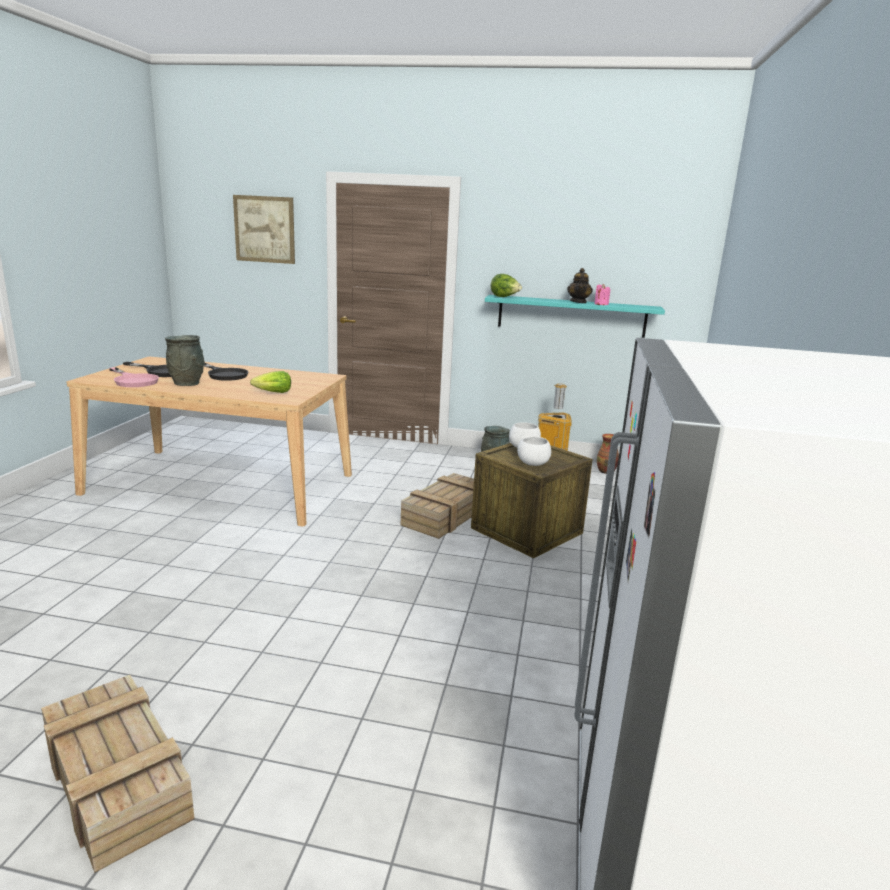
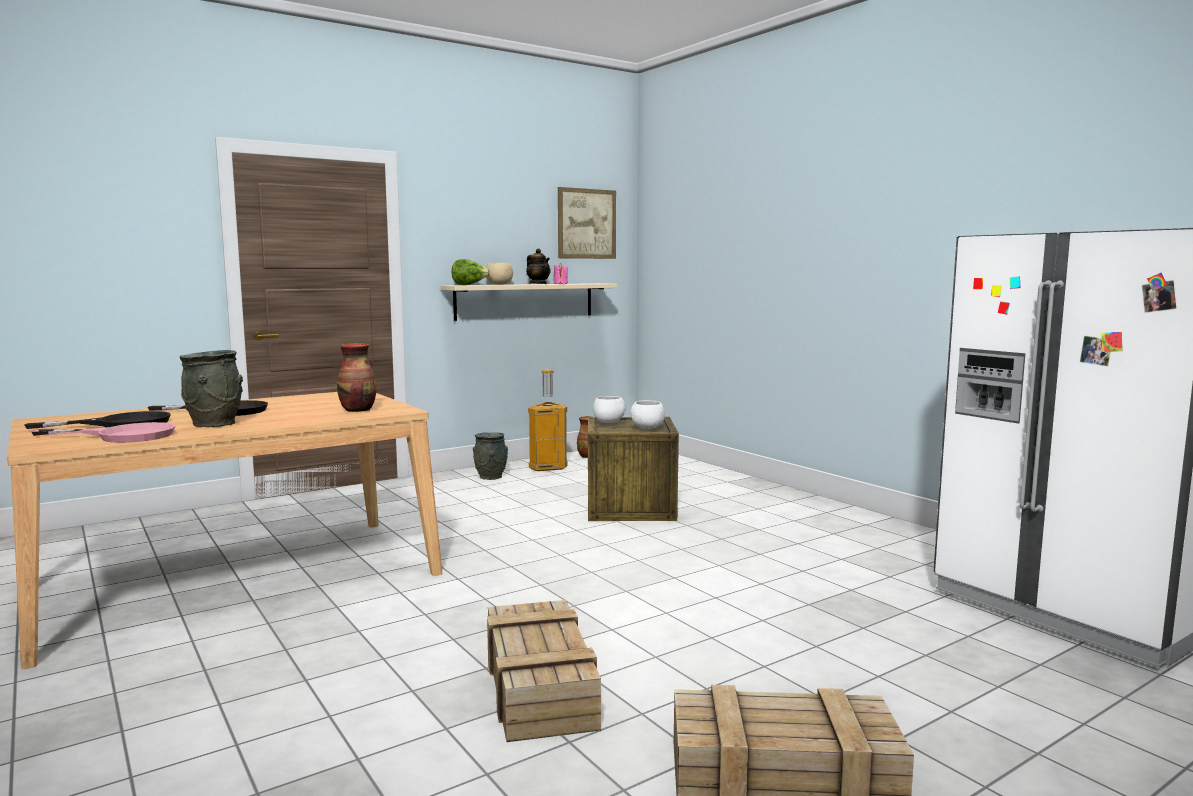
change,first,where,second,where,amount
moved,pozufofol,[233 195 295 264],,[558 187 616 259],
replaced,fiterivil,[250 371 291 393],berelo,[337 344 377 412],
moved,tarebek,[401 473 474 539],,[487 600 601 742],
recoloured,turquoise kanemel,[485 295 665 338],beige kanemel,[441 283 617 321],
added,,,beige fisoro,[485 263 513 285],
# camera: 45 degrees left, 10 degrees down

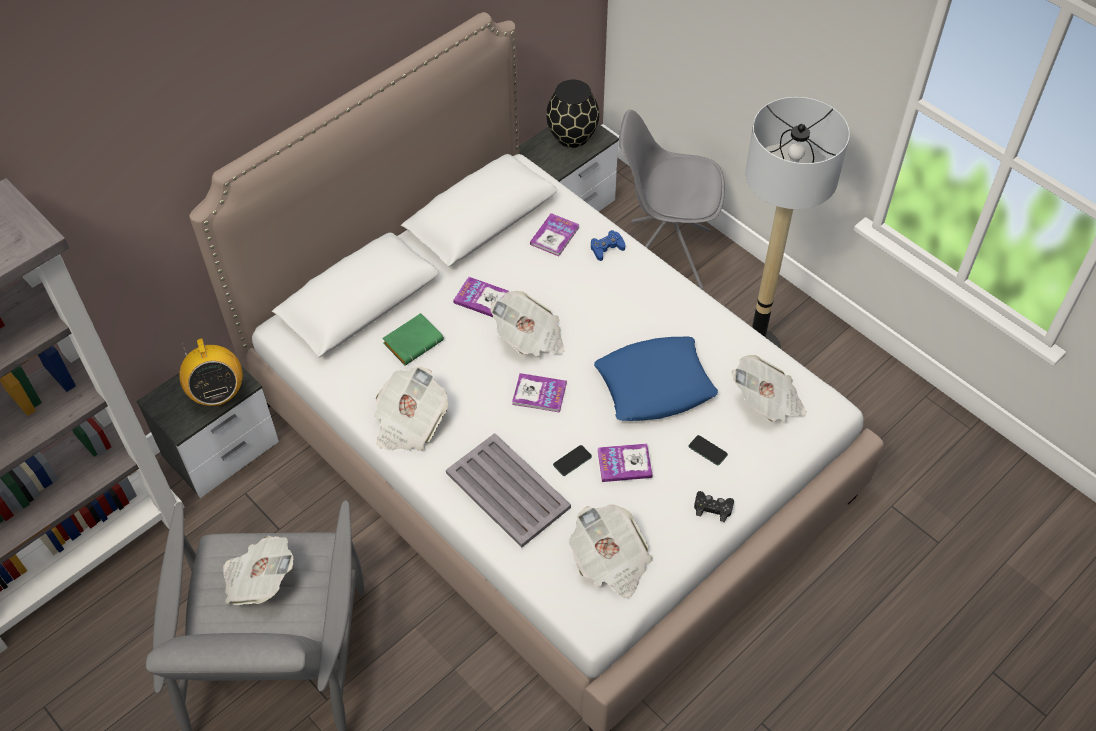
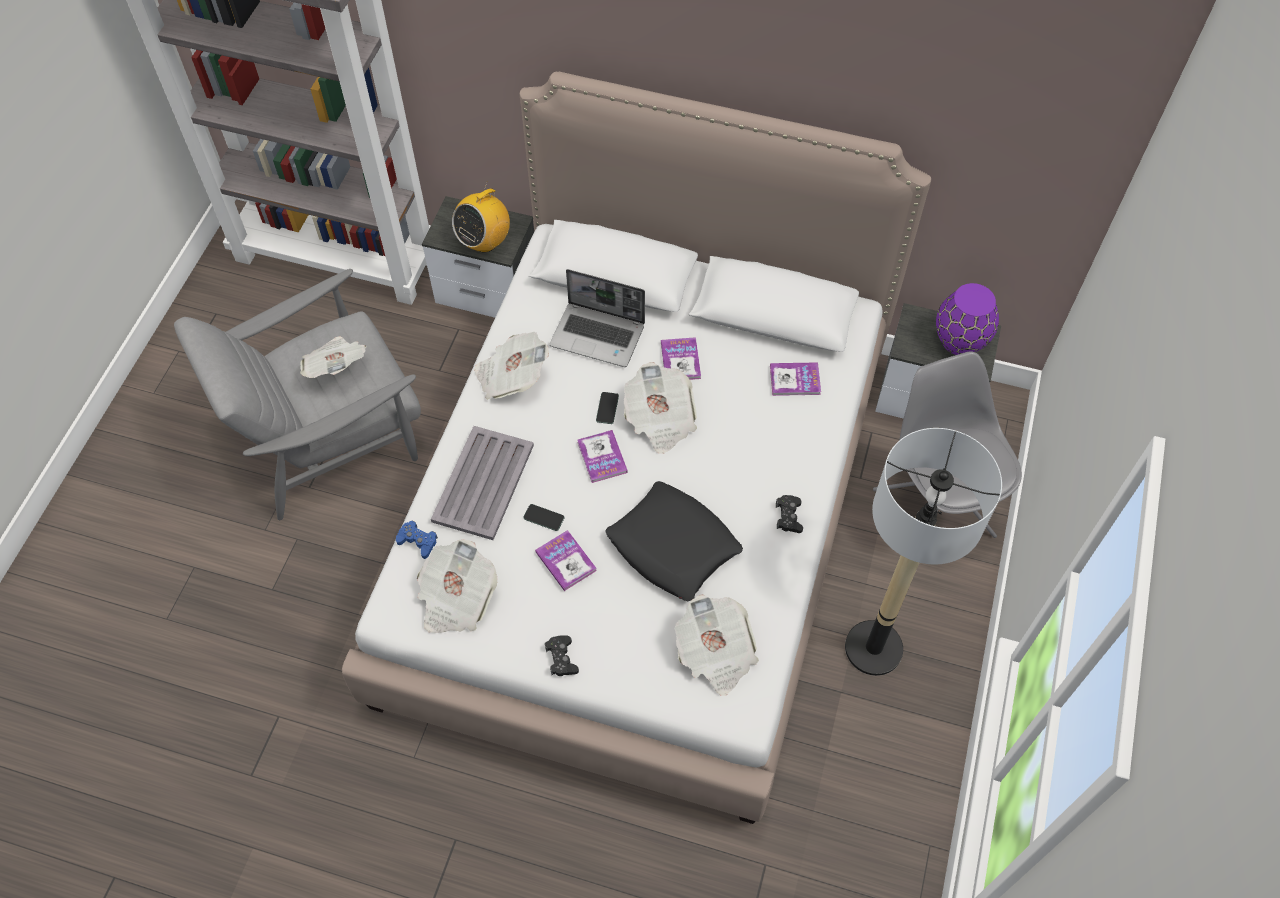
change,first,where,second,where,amount
replaced,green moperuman,[382 313 444 366],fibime,[550 269 645 367],
recoloured,black berelo,[546 80 599 148],purple berelo,[936 283 999 355],
moved,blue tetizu,[591 230 625 261],,[396 520 438 559],
recoloured,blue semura,[594 336 718 421],black semura,[605 481 743 601],
moved,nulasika,[689 435 728 466],,[596 392 619 424],
added,,,black tetizu,[776 495 803 533],
# camera: 60 degrees right, 5 degrees up

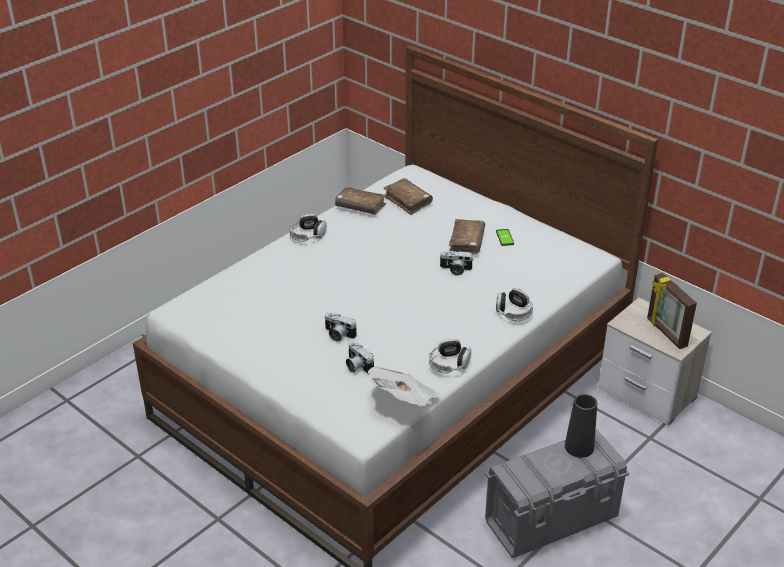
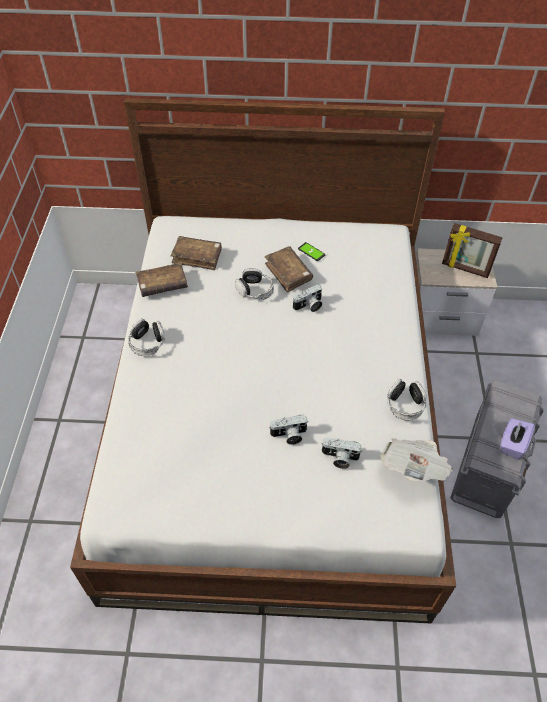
change,first,where,second,where,amount
moved,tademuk,[496 288 533 321],,[235 269 274 300],
removed,black berelo,[565 394 597 458],,,
added,,,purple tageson,[500 418 535 459],
# camera: 40 degrees left, 15 degrees up

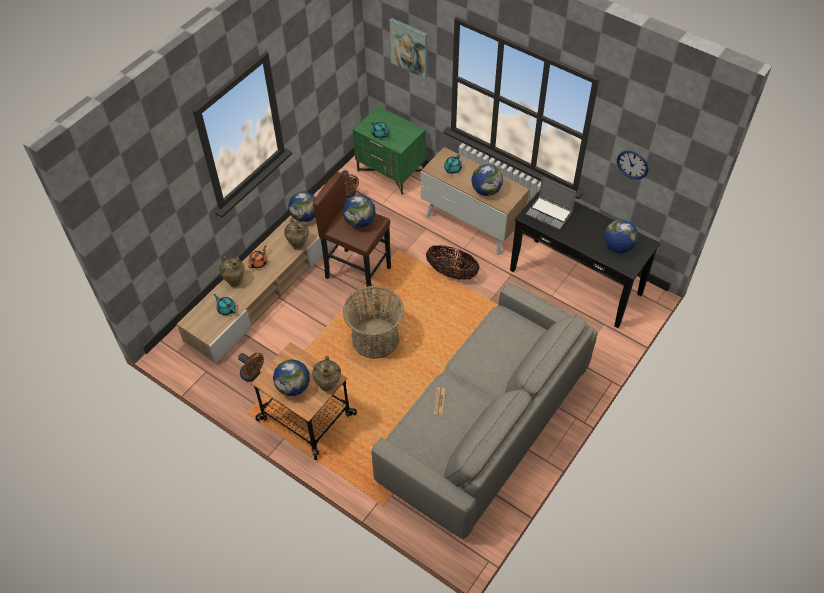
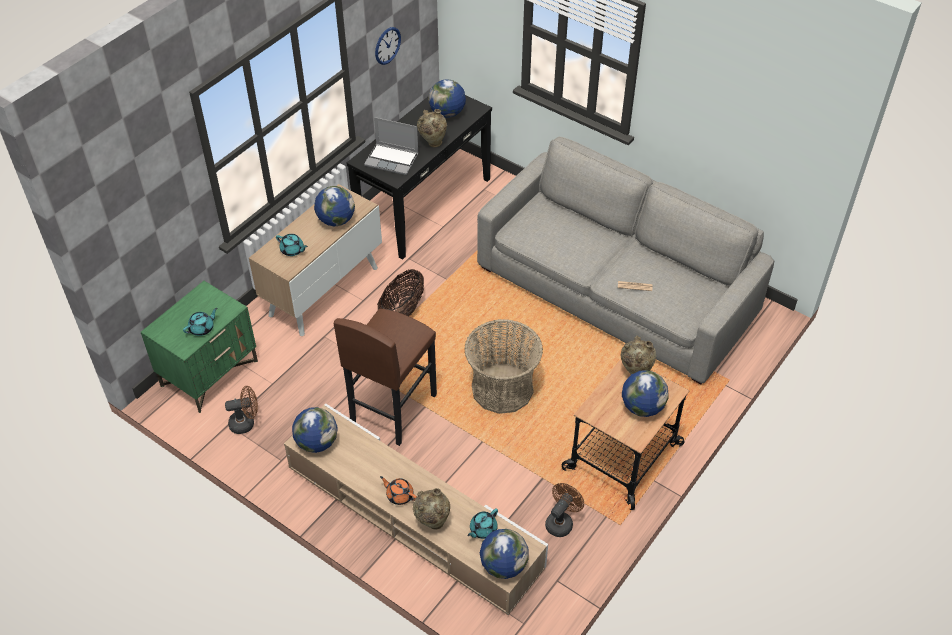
change,first,where,second,where,amount
moved,beige berelo,[284 218 309 250],,[417 109 447 147],
moved,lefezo,[343 195 376 228],,[480 529 529 579],
removed,pozufofol,[390 18 427 79],,,
turned,fibime,[526 177 576 230],,[364 117 419 175],75 degrees clockwise
# camera: 90 degrees left, 5 degrees down

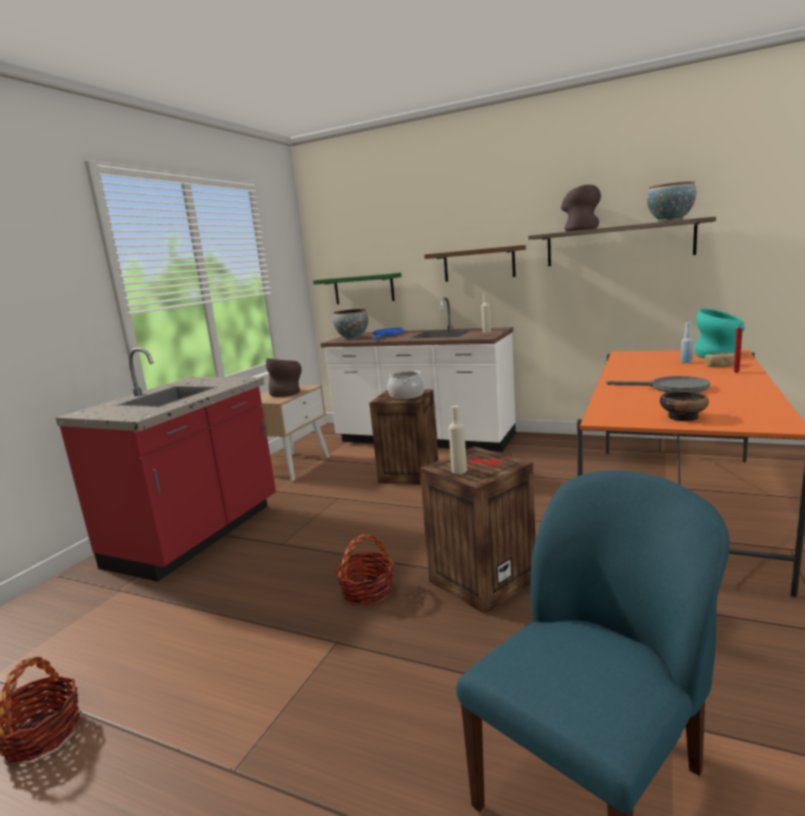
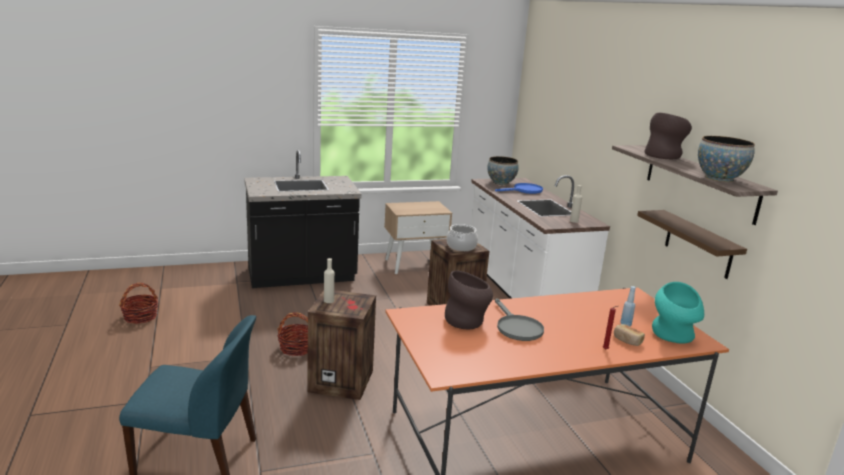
change,first,where,second,where,amount
recoloured,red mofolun,[56 348 276 582],black mofolun,[244 150 362 288],
moved,brown berelo,[266 358 302 397],,[445 271 493 329],
removed,green kanemel,[313 273 402 304],,,
moved,brown kanemel,[424 245 526 282],,[637 210 747 279],
removed,fisoro,[660 391 709 421],,,
# camera: 45 degrees right, 5 degrees up

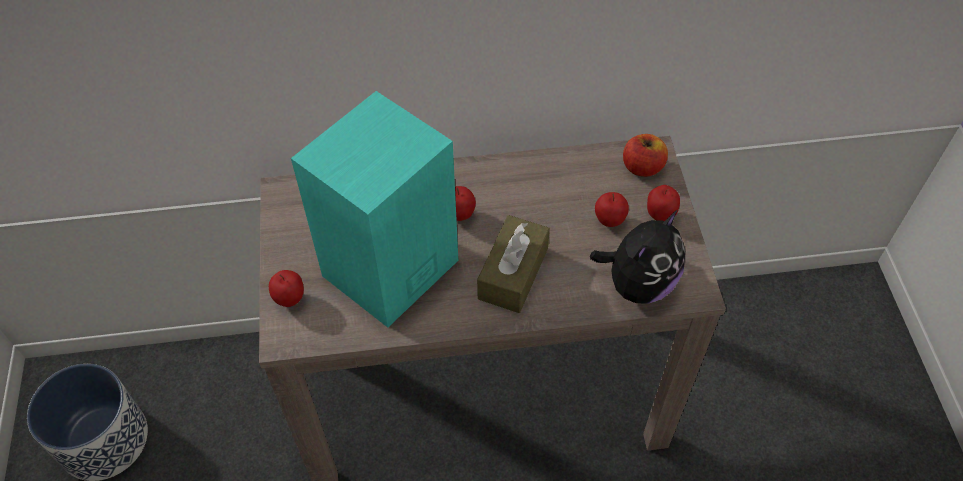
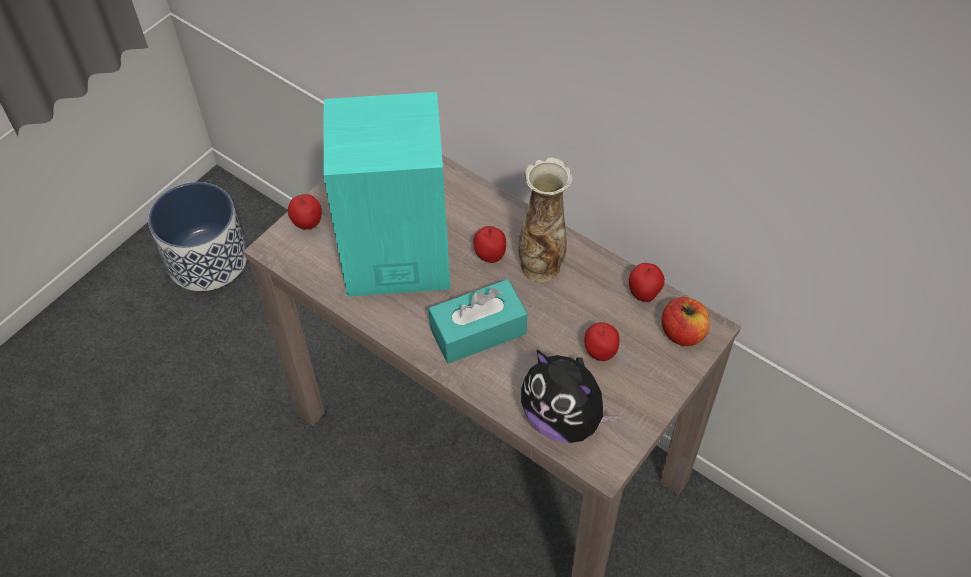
change,first,where,second,where,amount
recoloured,brown tageson,[477 215 550 313],turquoise tageson,[428 279 527 364],
turned,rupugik,[590 210 685 304],,[521 350 619 443],45 degrees clockwise
moved,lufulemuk,[647 185 680 221],,[629 263 665 302],
added,,,berelo,[518 157 573 282],
# camera: 45 degrees right, 0 degrees up

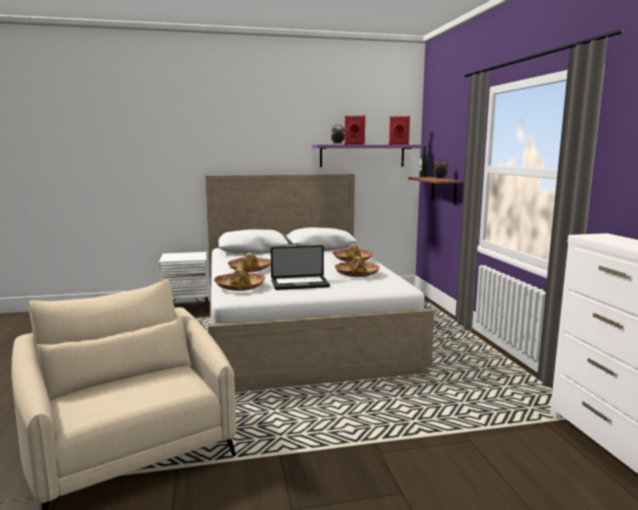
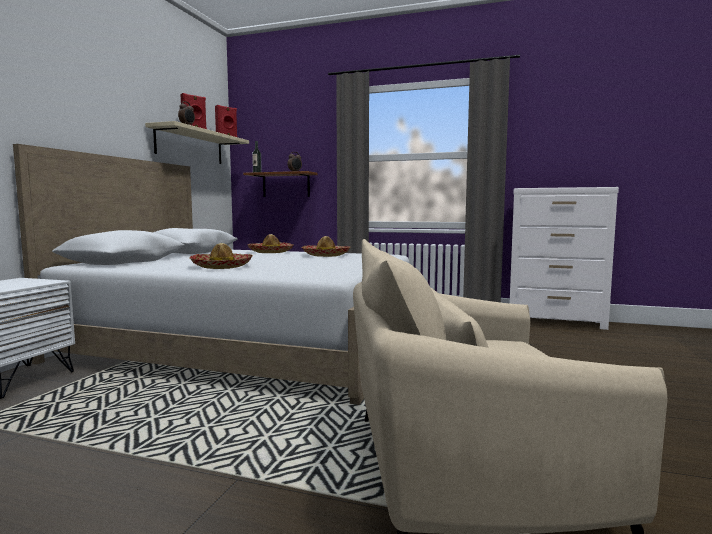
change,first,where,second,where,amount
removed,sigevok,[214 268 265 291],,,
removed,fibime,[271 245 330 290],,,
recoloured,purple kanemel,[312 145 422 167],beige kanemel,[145 121 249 164],
# camera: 60 degrees left, 5 degrees down

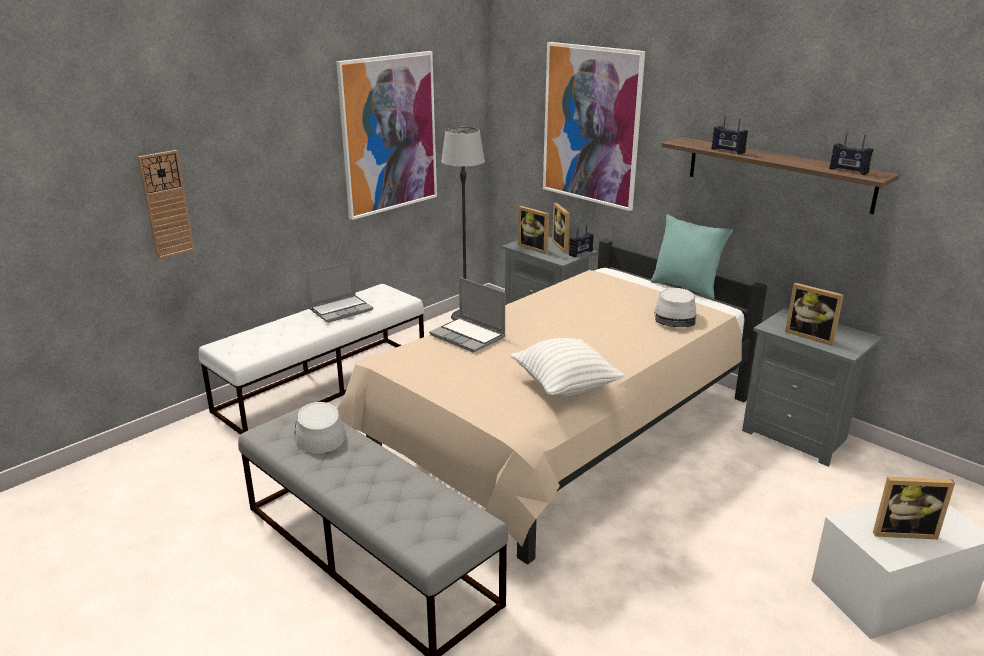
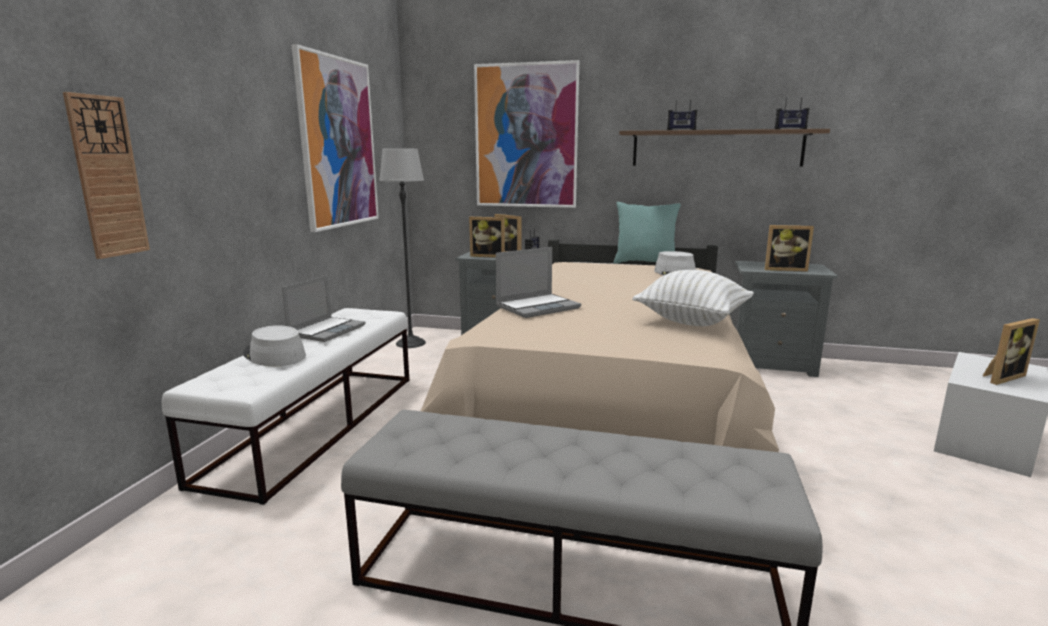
change,first,where,second,where,amount
moved,grey sigevok,[294 402 346 454],,[243 325 306 367],
turned,fibime,[429 277 506 353],,[496 247 581 318],45 degrees counterclockwise
# camera: 30 degrees left, 10 degrees down

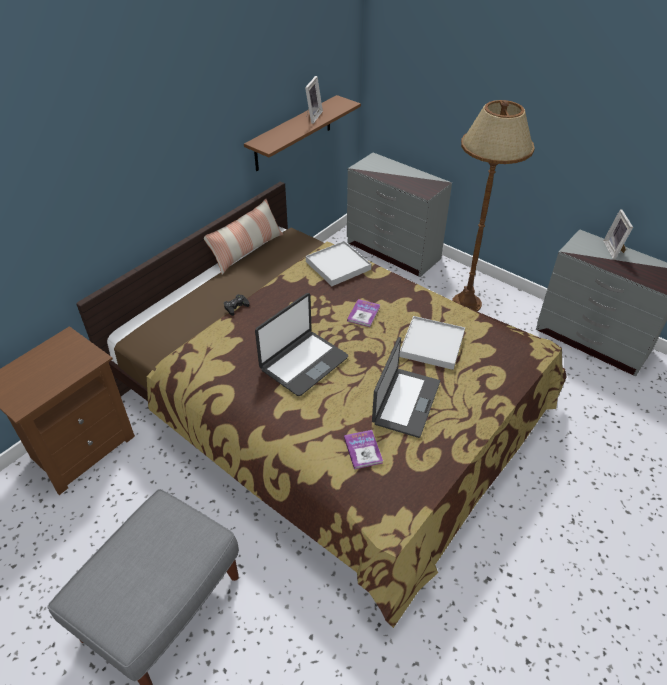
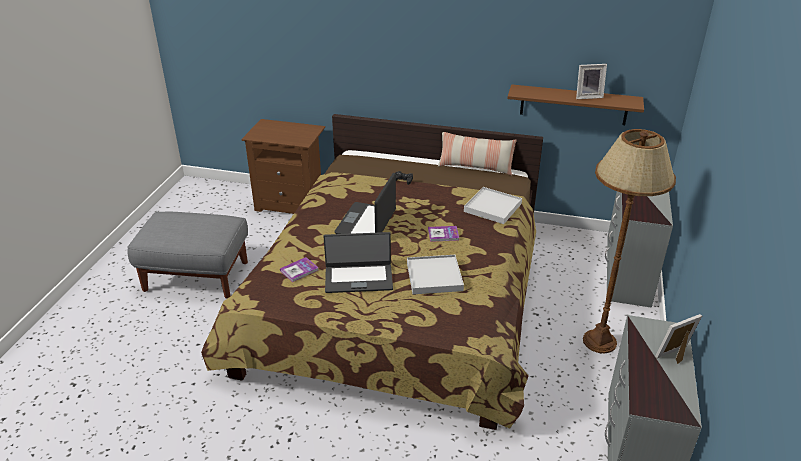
change,first,where,second,where,amount
turned,fibime,[255 293 348 396],,[335 173 396 234],90 degrees clockwise
# camera: 65 degrees right, 10 degrees down

